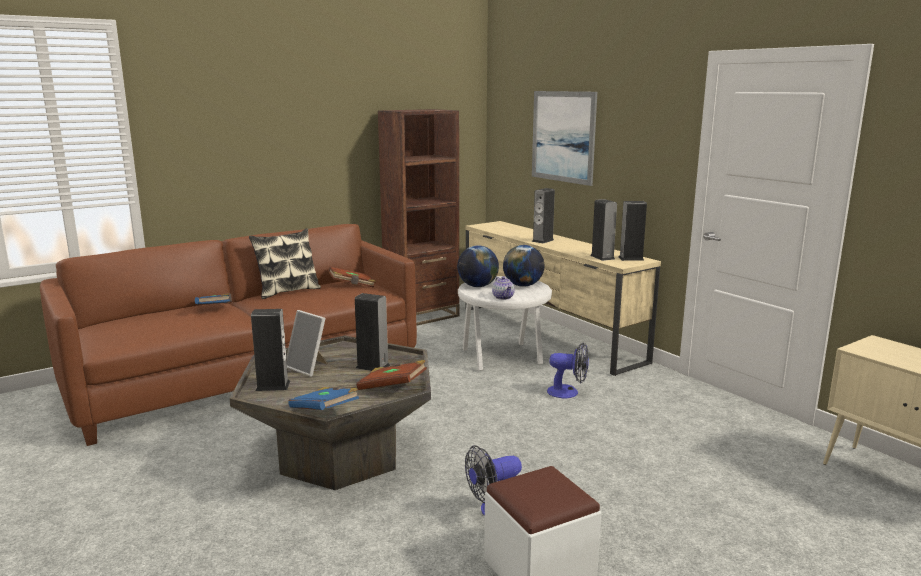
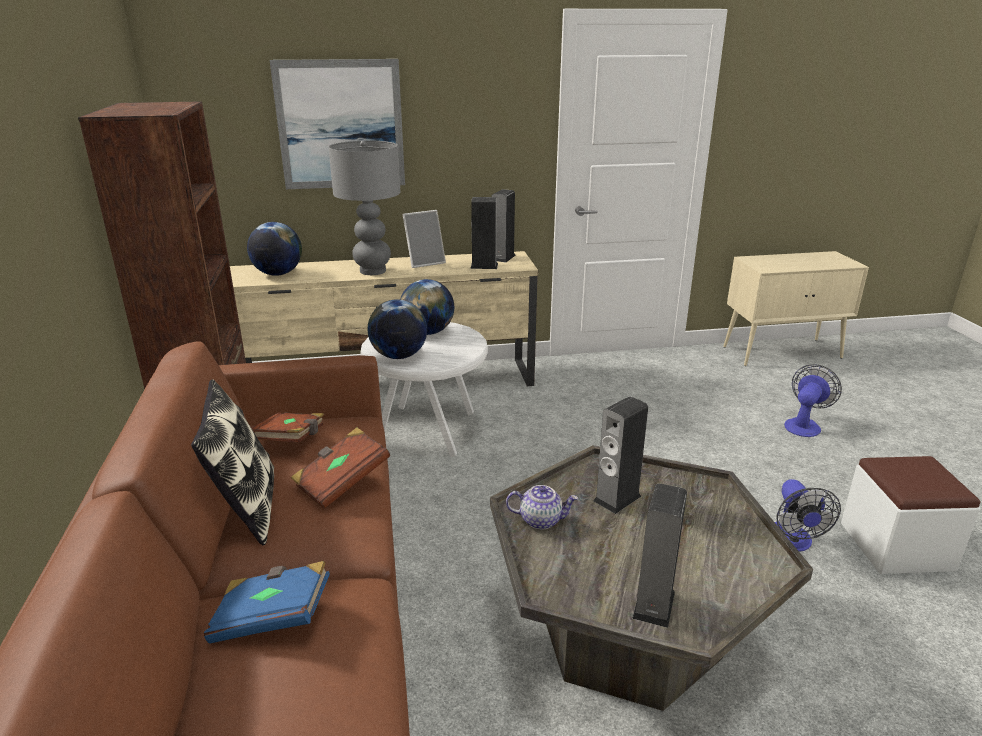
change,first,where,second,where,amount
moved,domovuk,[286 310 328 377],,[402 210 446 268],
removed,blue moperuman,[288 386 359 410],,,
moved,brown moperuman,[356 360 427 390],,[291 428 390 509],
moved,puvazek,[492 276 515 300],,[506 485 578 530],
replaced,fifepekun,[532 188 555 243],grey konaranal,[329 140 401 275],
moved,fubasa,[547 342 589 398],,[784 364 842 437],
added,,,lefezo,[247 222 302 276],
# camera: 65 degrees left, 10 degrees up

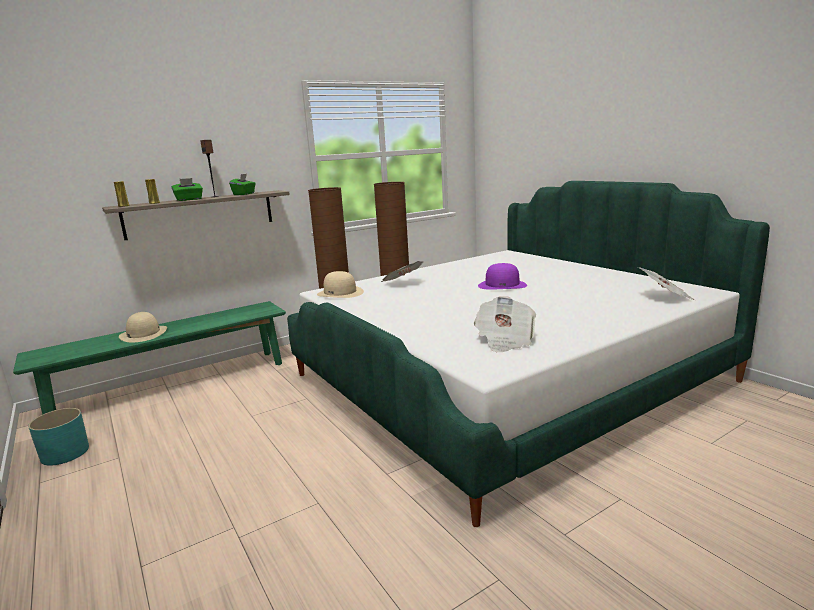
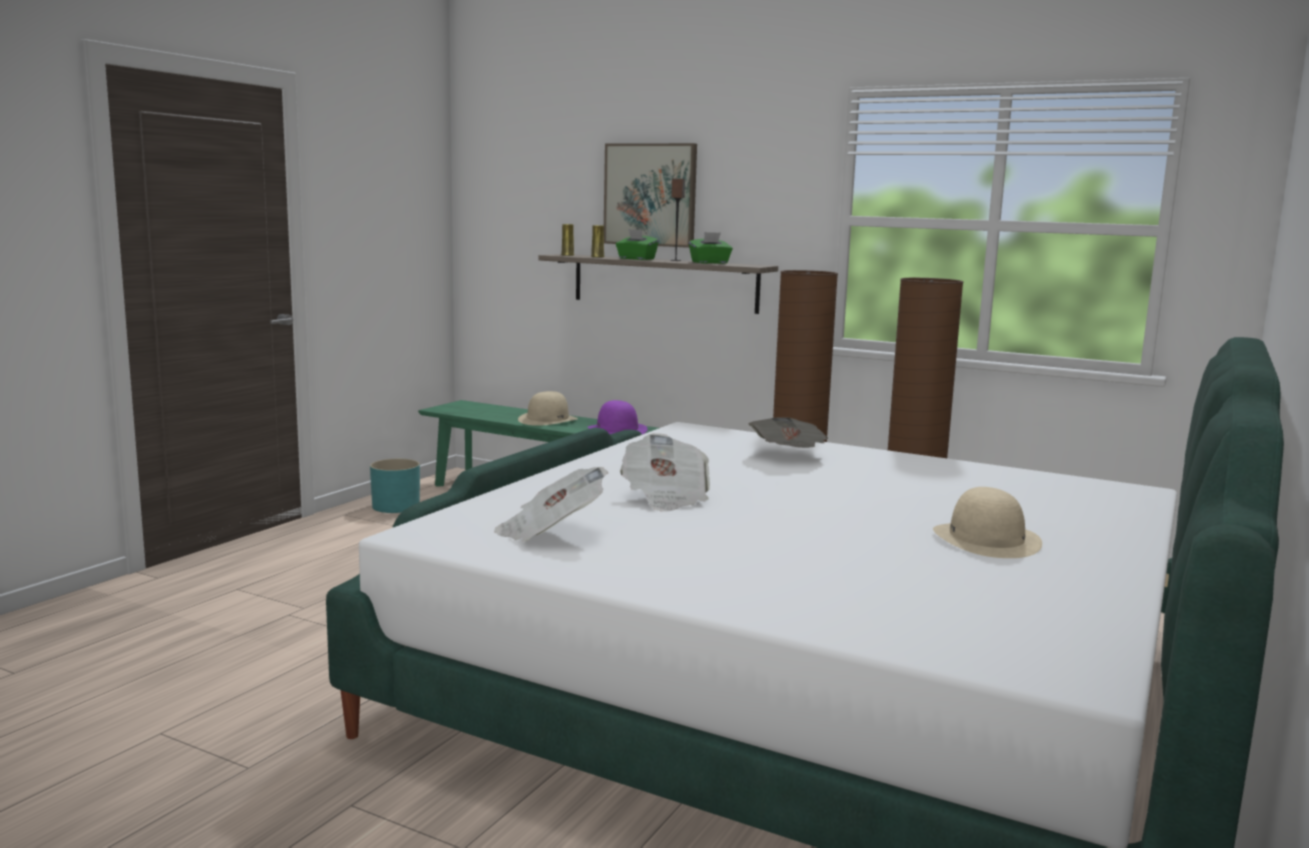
change,first,where,second,where,amount
moved,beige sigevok,[317 271 364 298],,[933 487 1042 558],
moved,purple sigevok,[478 263 527 290],,[588 400 648 434],
moved,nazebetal,[638 267 695 300],,[620 433 710 512],
added,,,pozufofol,[604 143 697 248],
# camera: 60 degrees right, 5 degrees down

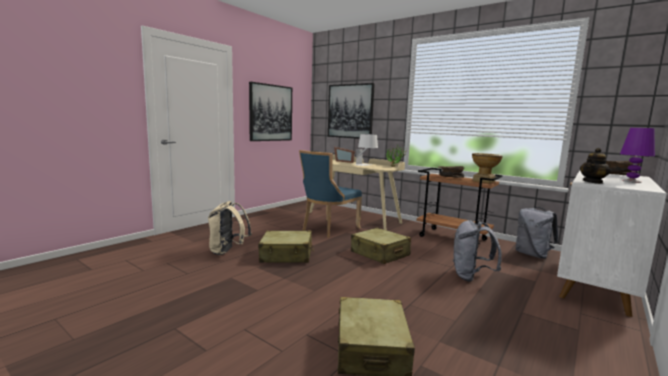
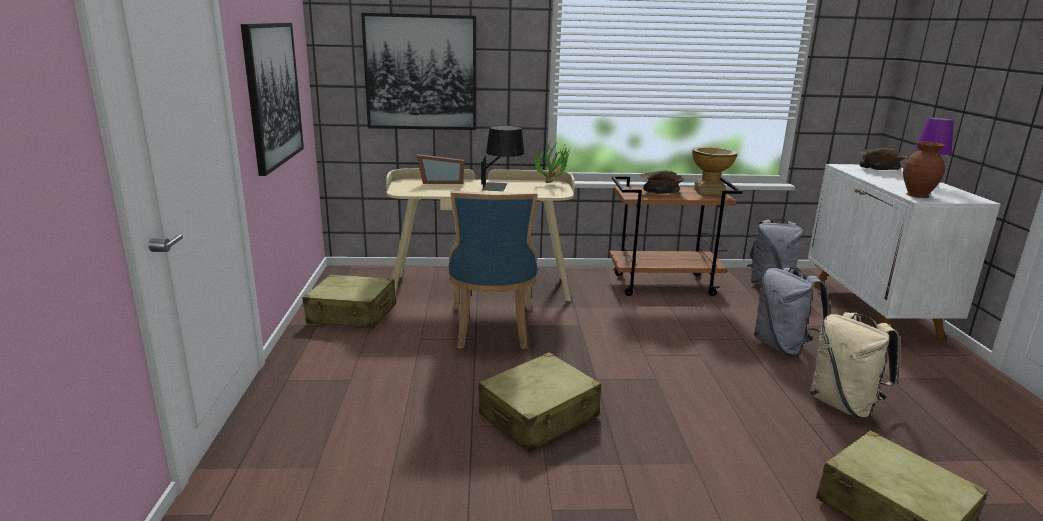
change,first,where,second,where,amount
moved,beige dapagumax,[208 201 252 255],,[810 312 899 419],
moved,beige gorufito,[351 228 411 264],,[303 274 396 329],
recoloured,white konaranal,[355 134 378 166],black konaranal,[481 125 525 191],
replaced,puvazek,[580 148 611 184],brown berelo,[903 141 945 198],
# camera: 40 degrees left, 10 degrees up

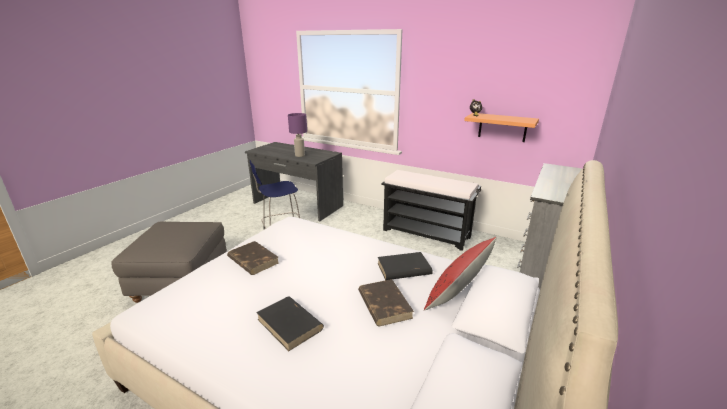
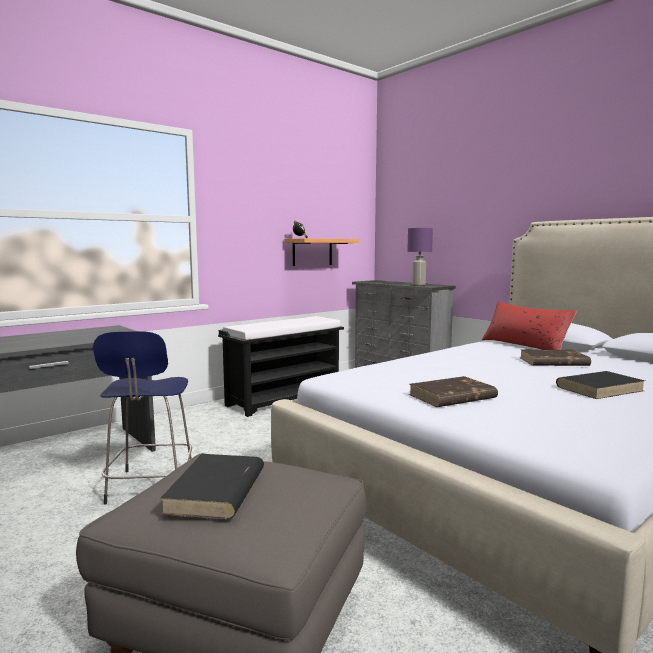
change,first,where,second,where,amount
moved,purple konaranal,[288 113 307 157],,[407 228 433 286],
moved,black moperuman,[378 252 433 280],,[160 454 264 519],
# camera: 70 degrees left, 15 degrees down

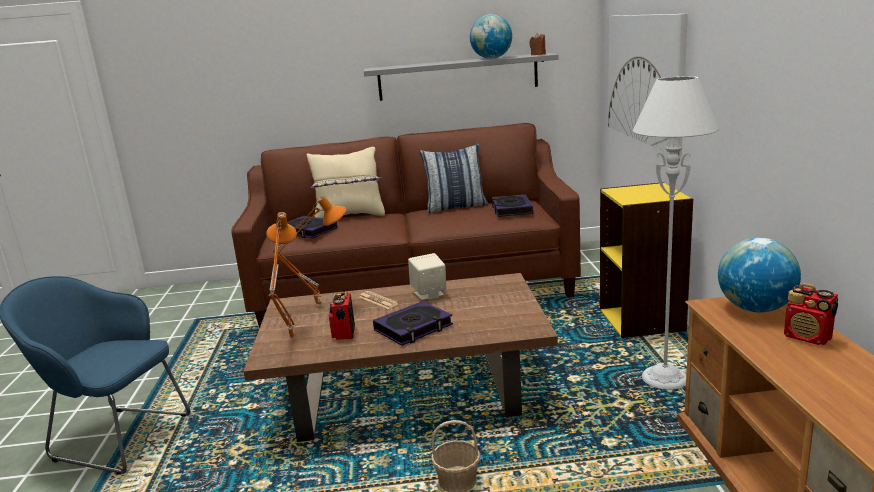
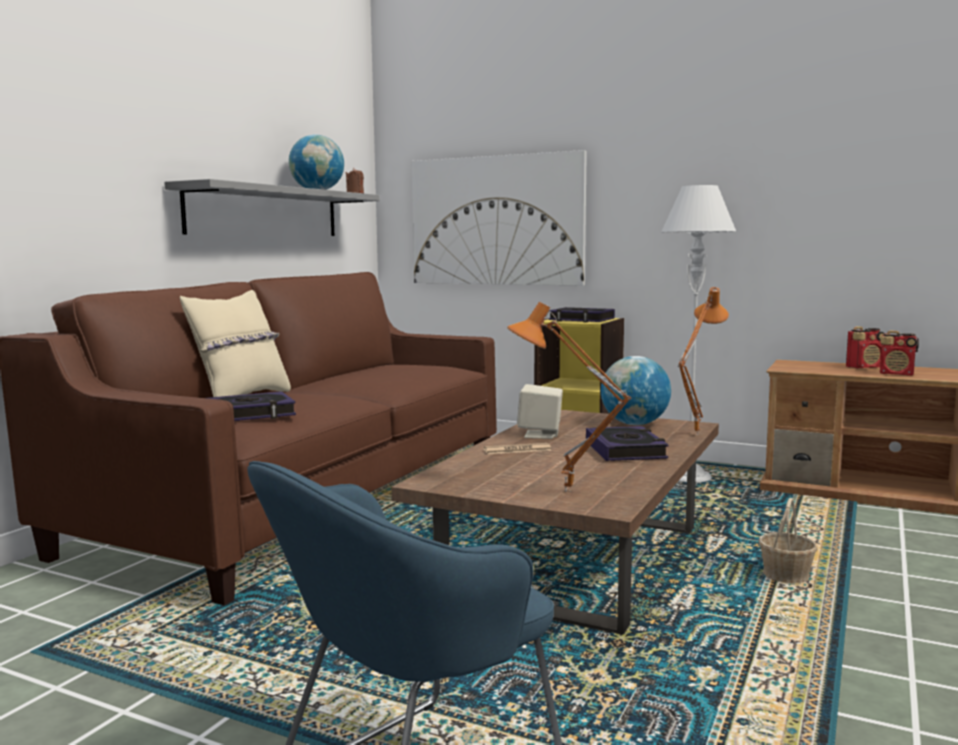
change,first,where,second,where,amount
moved,orange konaranal,[272 196 346 307],,[678 287 729 435],
moved,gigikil,[329 291 355 340],,[880 331 919 376],
removed,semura,[419 144 488 213],,,
moved,moperuman,[492 194 533 217],,[549 307 615 322],
moved,lefezo,[718 238 801 312],,[601 356 671 425],
# camera: 60 degrees left, 10 degrees down

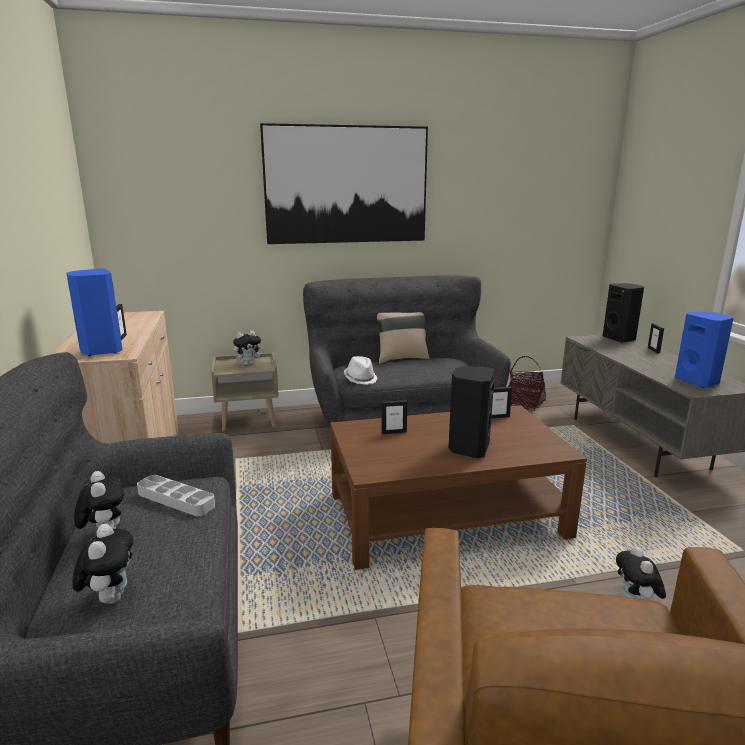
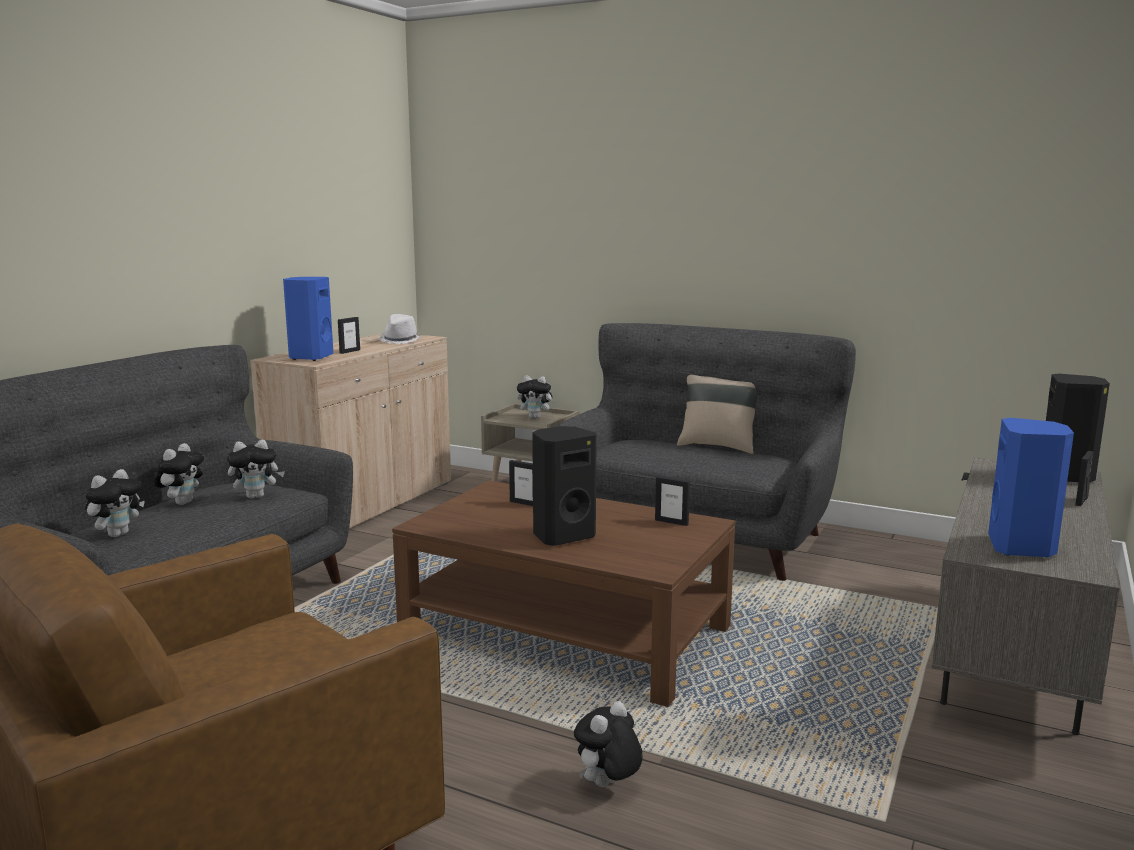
change,first,where,second,where,amount
replaced,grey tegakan,[137 475 215 516],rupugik,[227 440 285 499],
removed,pozufofol,[260 123 428 244],,,
moved,white sigevok,[344 356 378 385],,[379 314 422 344],
removed,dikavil,[508 356 546 411],,,
# camera: 40 degrees right, 5 degrees down

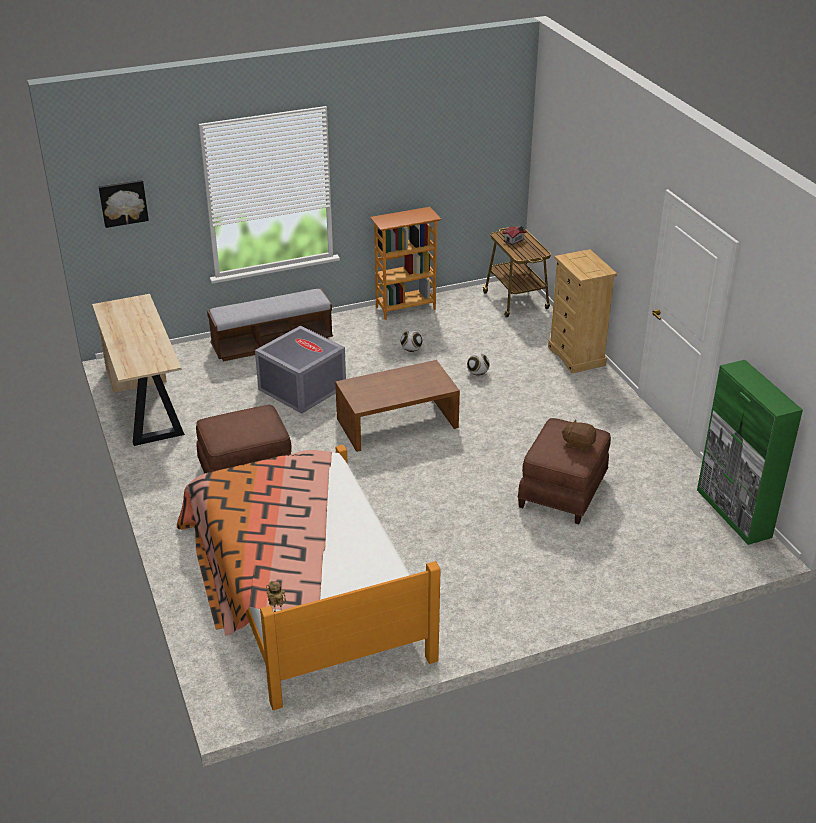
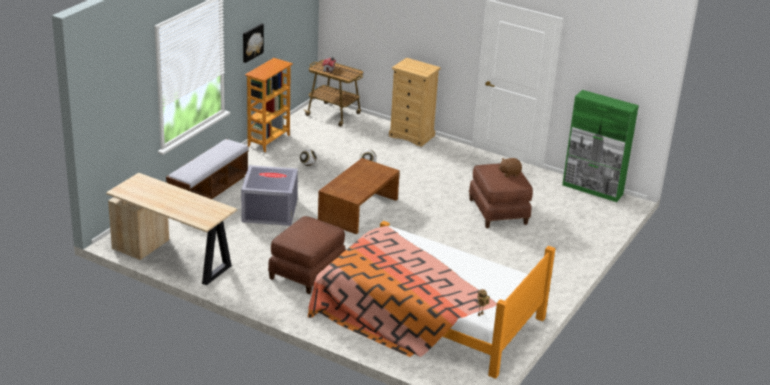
change,first,where,second,where,amount
moved,pozufofol,[99 180 149 228],,[243 23 264 63],
# camera: 40 degrees left, 5 degrees down

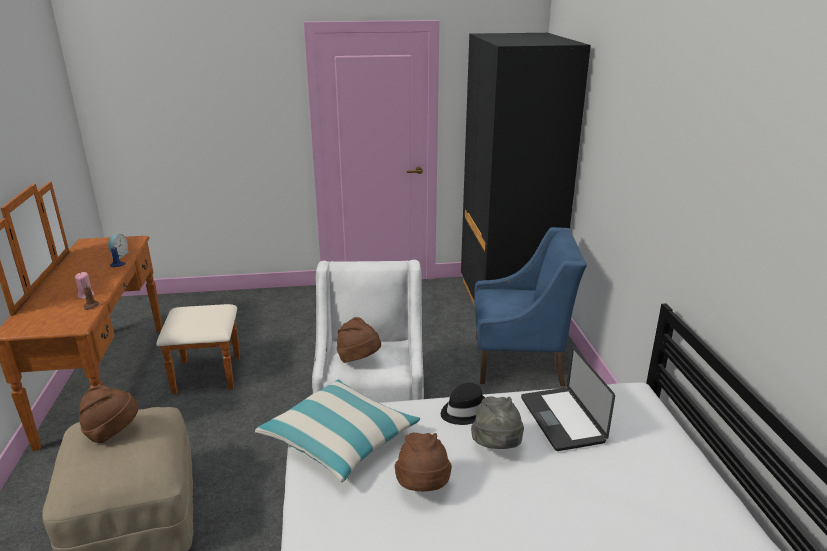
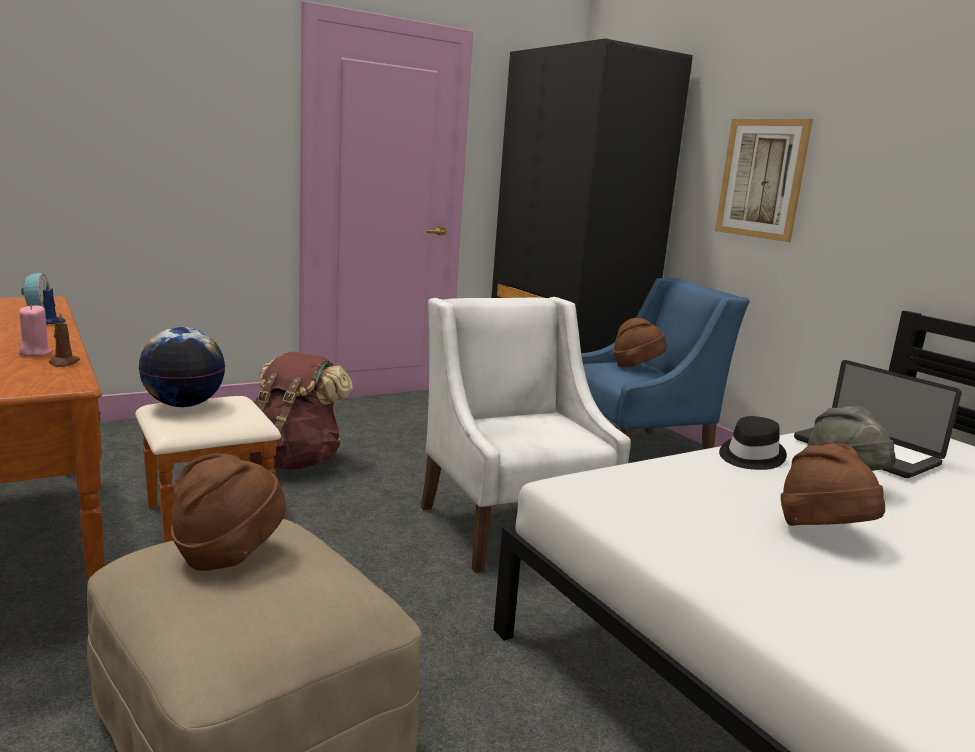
change,first,where,second,where,amount
removed,semura,[255 379 420 482],,,
moved,brown sigevok,[337 317 381 363],,[613 318 667 367],
added,,,lefezo,[138 327 225 407],
added,,,brown dapagumax,[250 351 353 470],
added,,,pozufofol,[715 119 813 242],
# camera: 25 degrees left, 10 degrees down

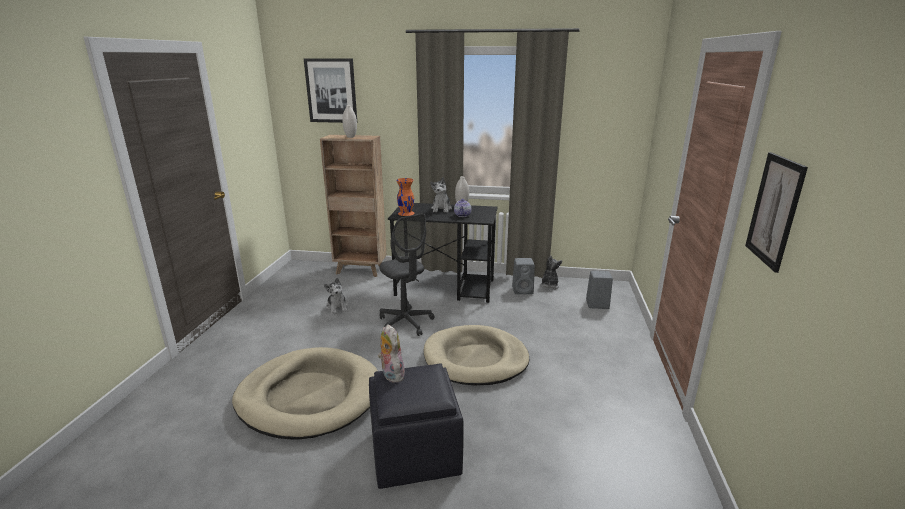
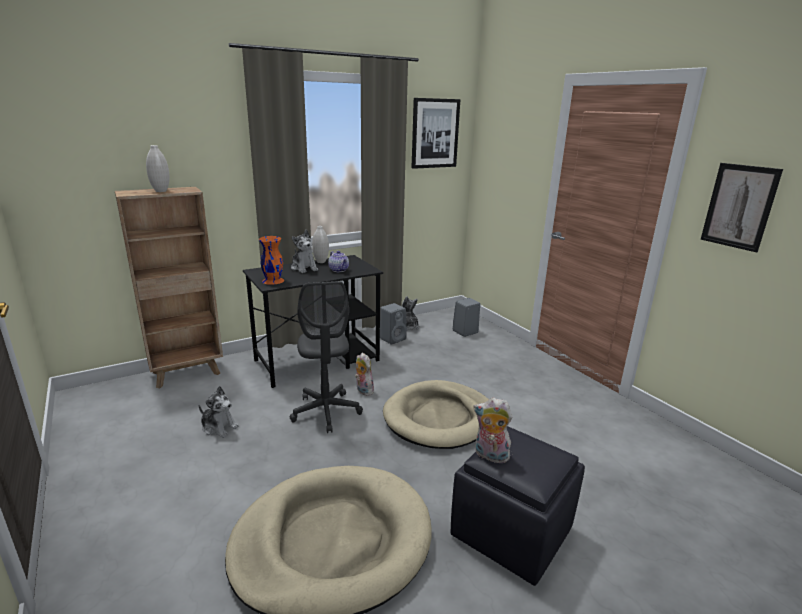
change,first,where,second,where,amount
moved,pozufofol,[304 58 357 123],,[412 98 460 169],
turned,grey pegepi,[379 213 435 336],,[290 281 363 433],60 degrees clockwise
added,,,rupugik,[355 353 374 396],
# camera: 40 degrees left, 0 degrees up

